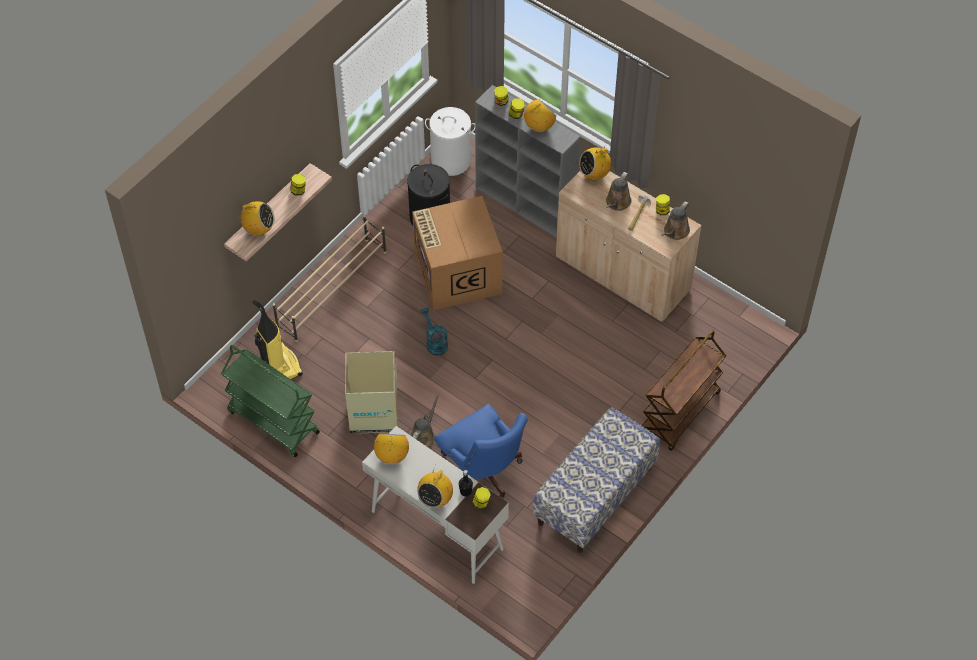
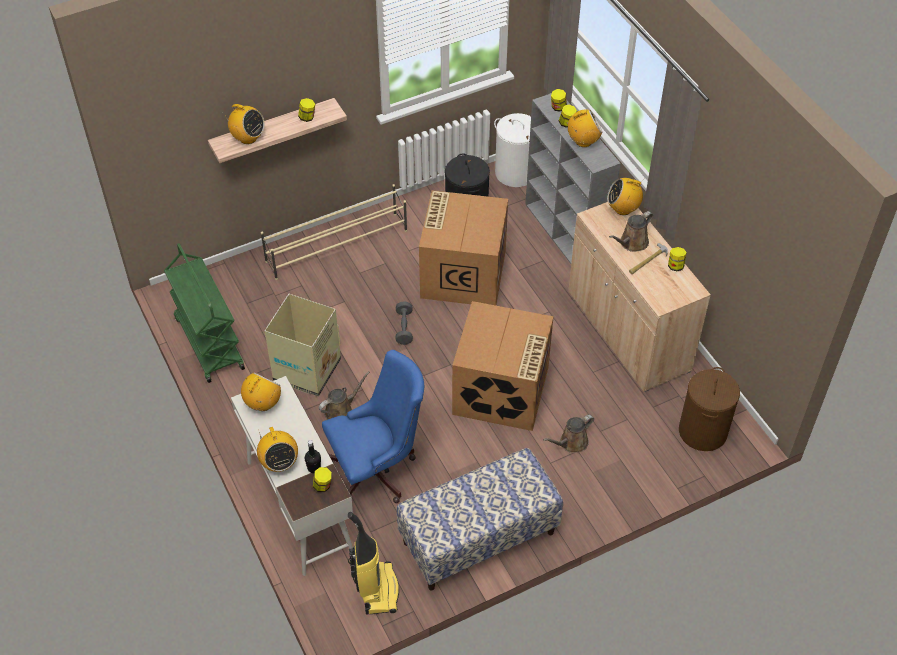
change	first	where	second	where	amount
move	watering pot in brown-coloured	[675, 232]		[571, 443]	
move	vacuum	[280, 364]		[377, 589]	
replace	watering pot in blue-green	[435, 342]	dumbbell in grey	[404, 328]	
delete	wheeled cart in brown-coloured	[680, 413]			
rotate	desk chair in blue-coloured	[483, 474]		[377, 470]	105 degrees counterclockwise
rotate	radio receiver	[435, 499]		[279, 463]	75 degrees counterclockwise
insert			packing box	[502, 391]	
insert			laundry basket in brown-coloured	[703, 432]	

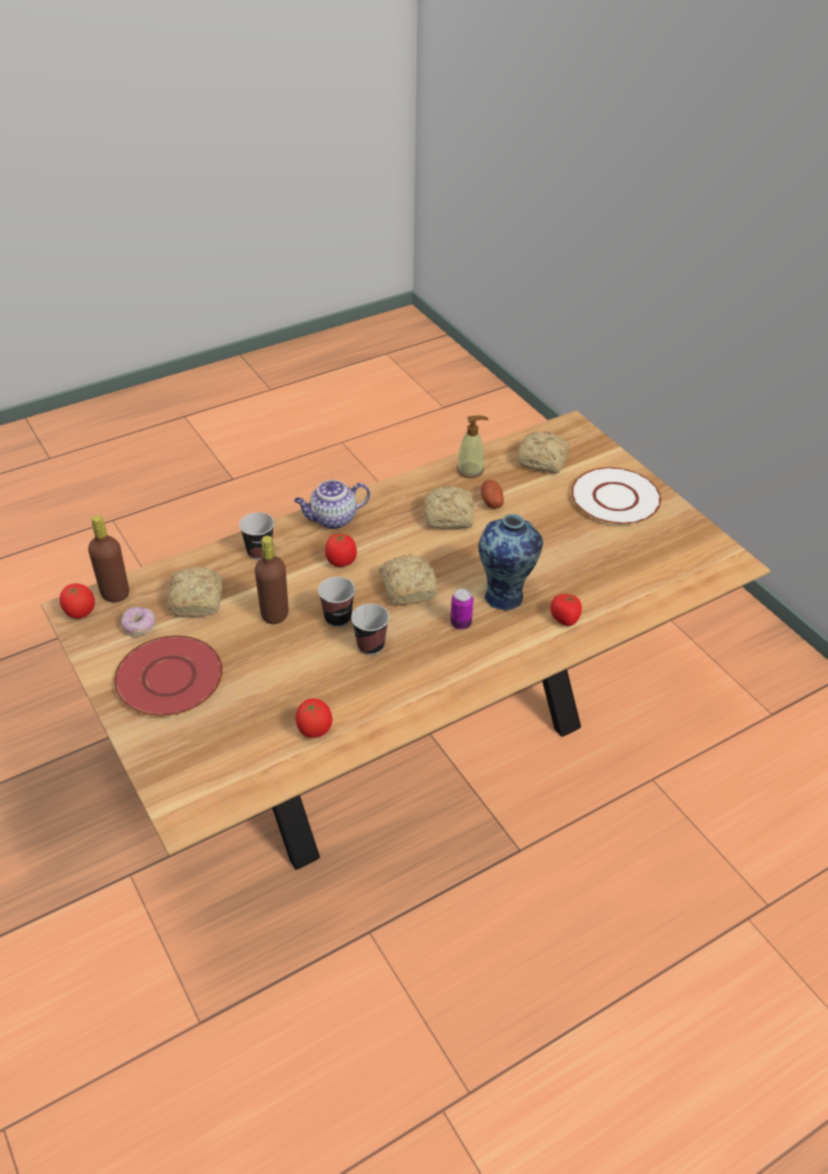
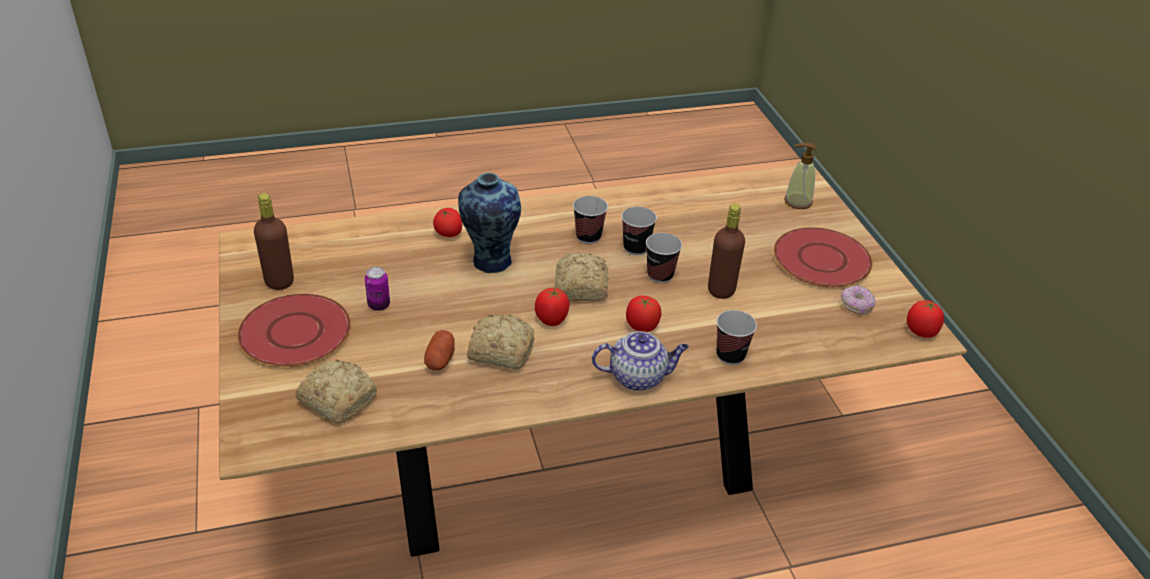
change	first	where	second	where	amount
move	soap dispenser	[470, 470]		[797, 202]	
recolor	dinner plate in white	[615, 498]	dinner plate in red-coloured	[294, 332]	
move	drink bottle in brown-coloured	[115, 594]		[279, 281]	
delete	bakery bread	[197, 599]			
move	can	[460, 623]		[379, 305]	
move	fresh tomato	[314, 729]		[551, 320]	
insert			drinking cup	[588, 237]	

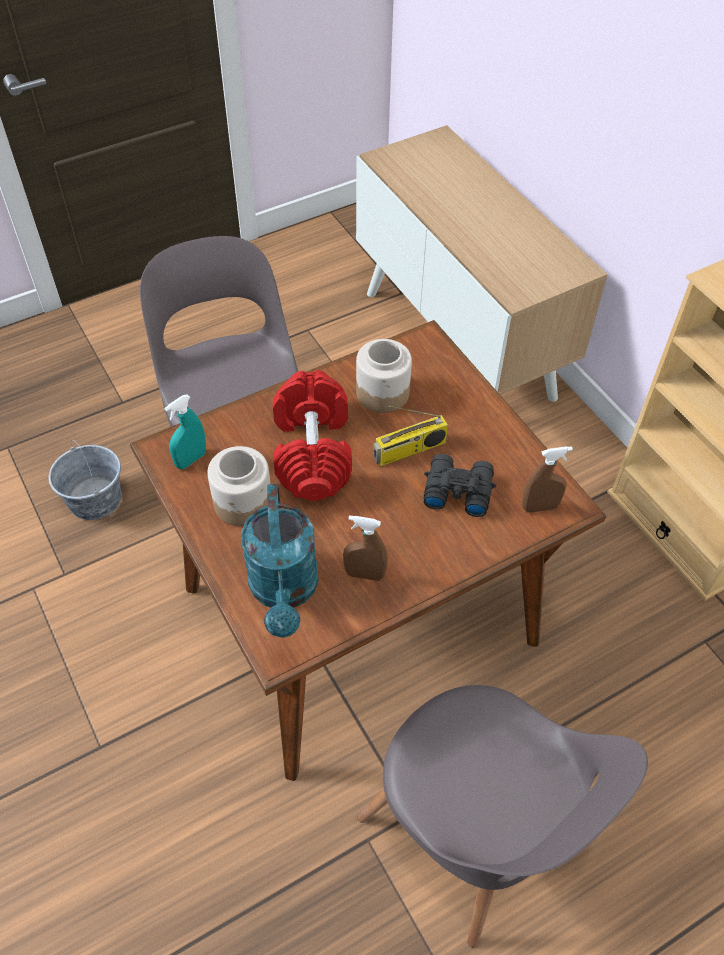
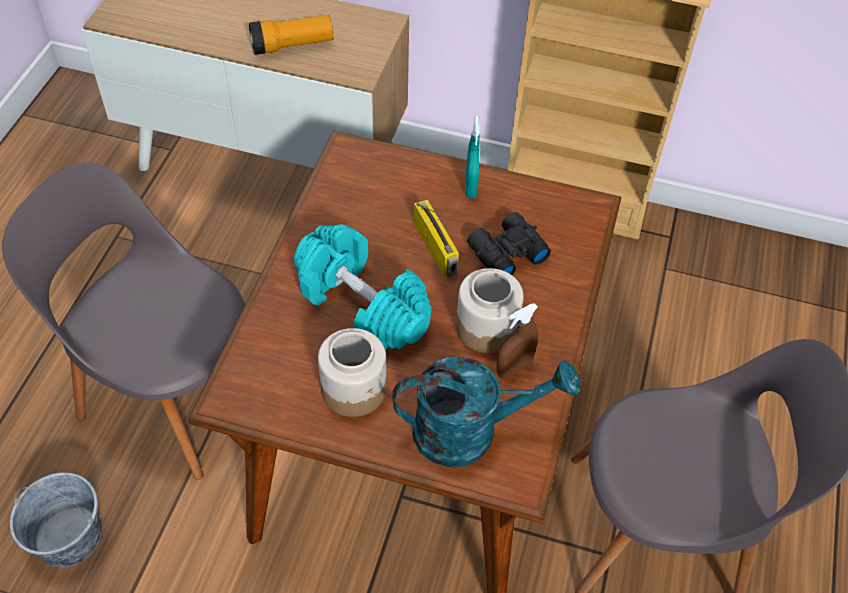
change	first	where	second	where	amount
move	storage jar	[383, 393]		[486, 327]	
recolor	dumbbell in red-coloured	[312, 451]	dumbbell in blue-green	[361, 305]	
move	sprayer in blue-green	[191, 459]		[471, 187]	
rotate	radio receiver	[409, 451]		[436, 248]	45 degrees counterclockwise
delete	sprayer in brown-coloured	[540, 507]			
rotate	watering pot in blue-green	[284, 591]		[470, 431]	45 degrees counterclockwise
insert			torch	[292, 45]	

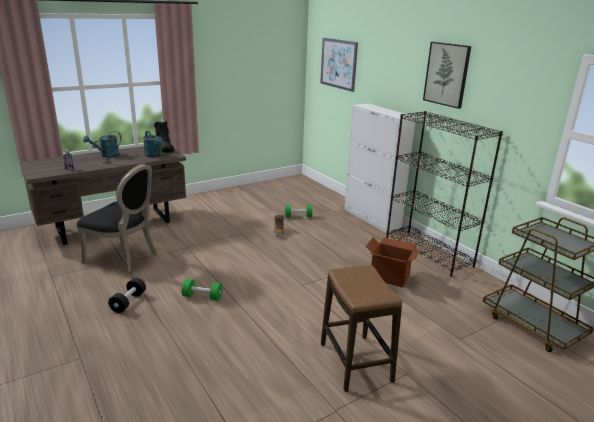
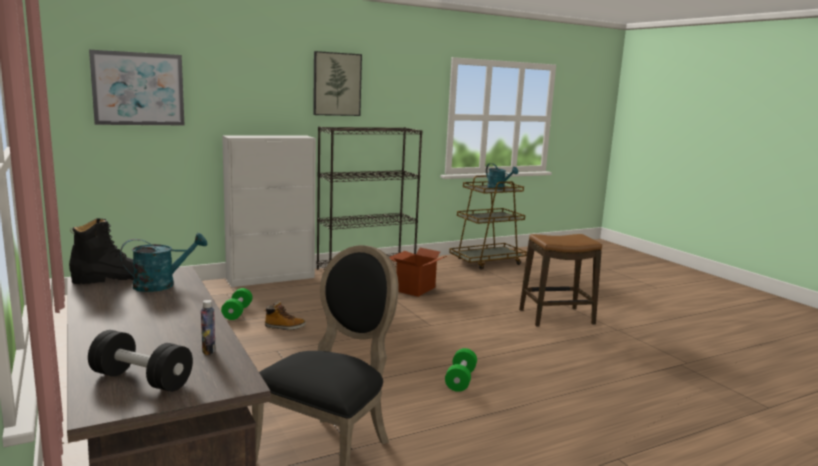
change	first	where	second	where	amount
move	watering pot in blue-green	[107, 155]		[498, 188]	
move	dumbbell in black	[128, 302]		[141, 380]	

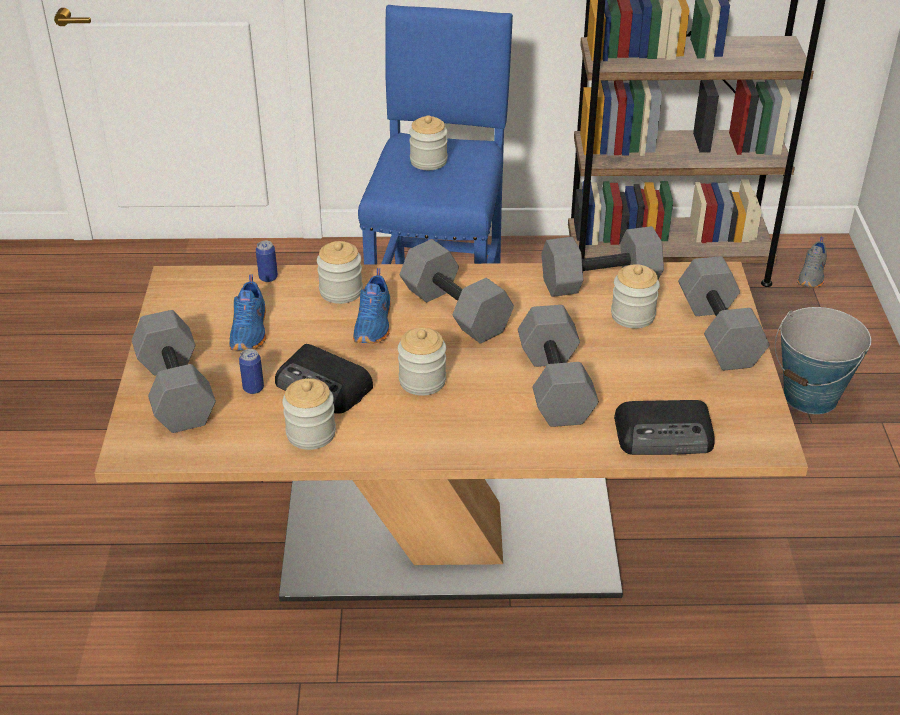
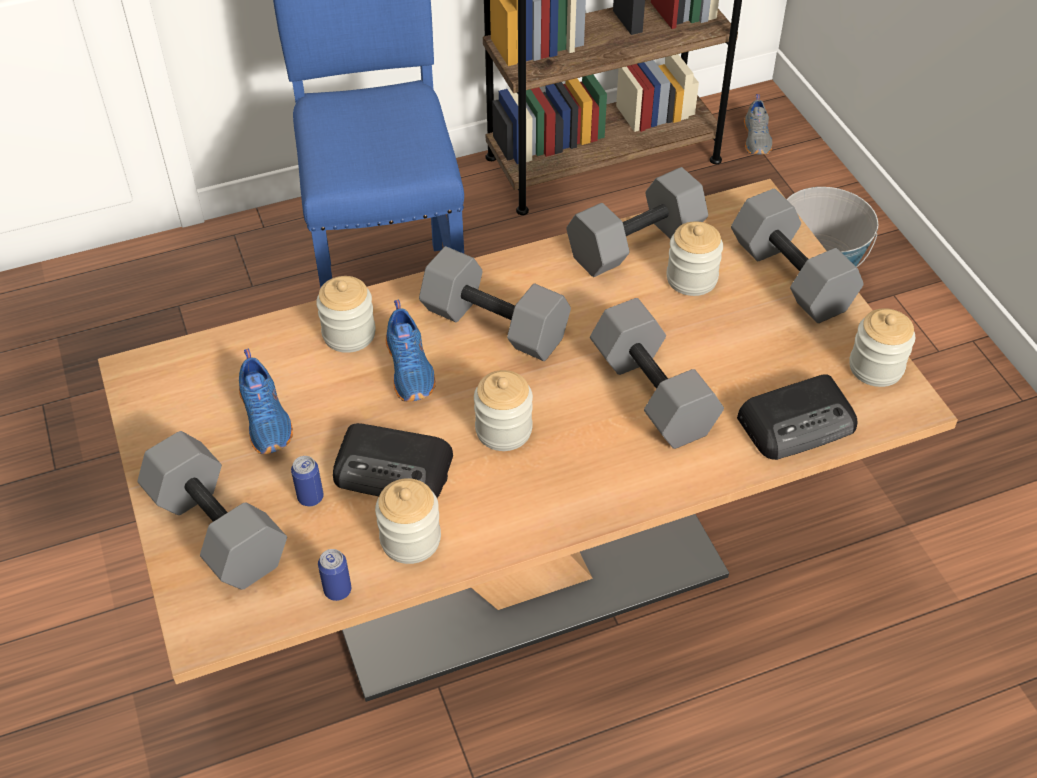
change	first	where	second	where	amount
move	storage jar	[428, 161]		[876, 367]	
move	can	[268, 277]		[337, 590]	

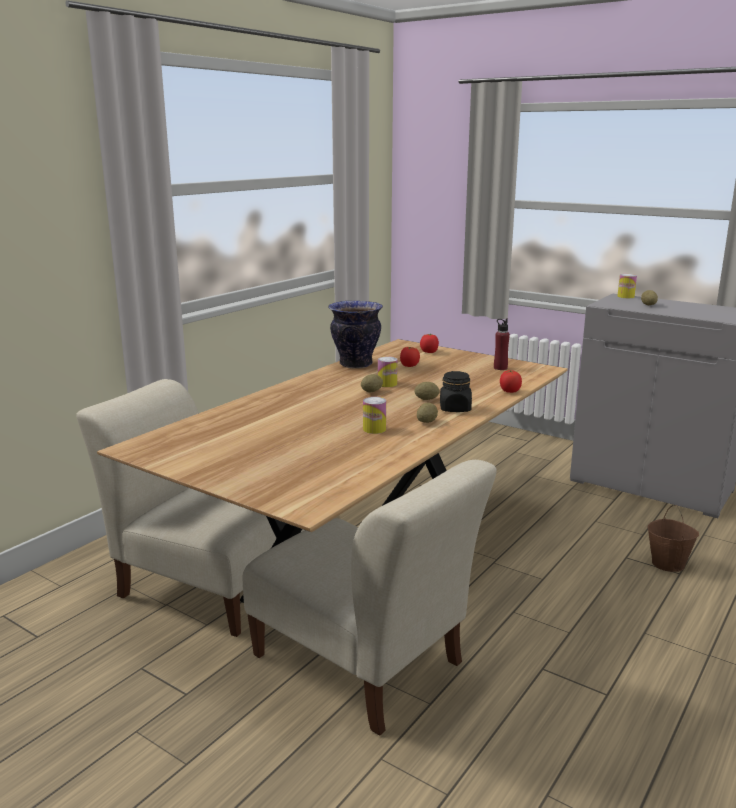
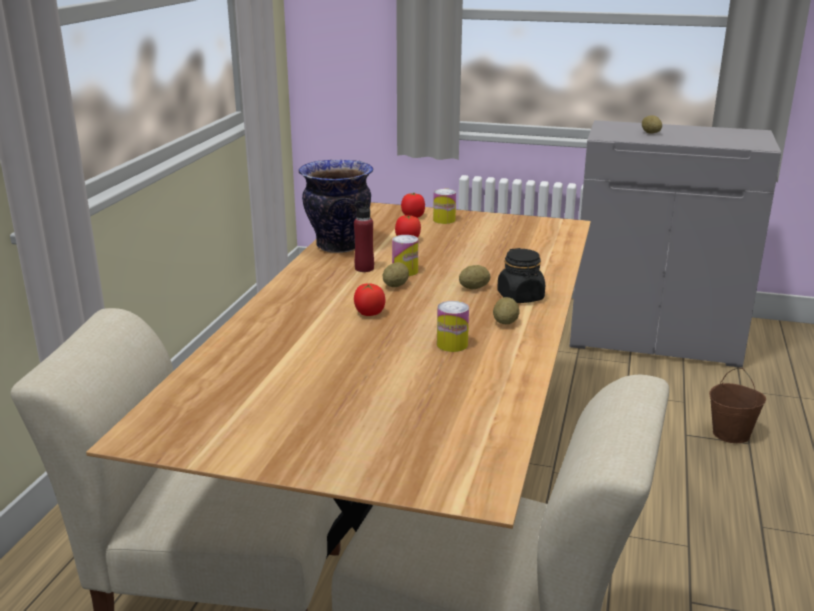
change	first	where	second	where	amount
move	can	[625, 296]		[444, 220]	
move	drink bottle in red-coloured	[500, 368]		[364, 268]	
move	fresh tomato	[509, 391]		[369, 313]	

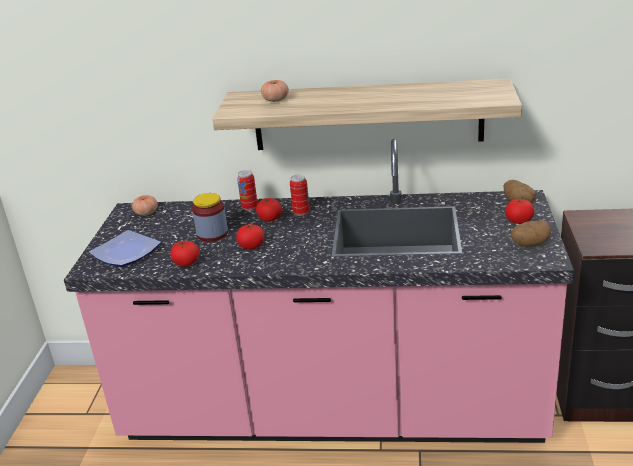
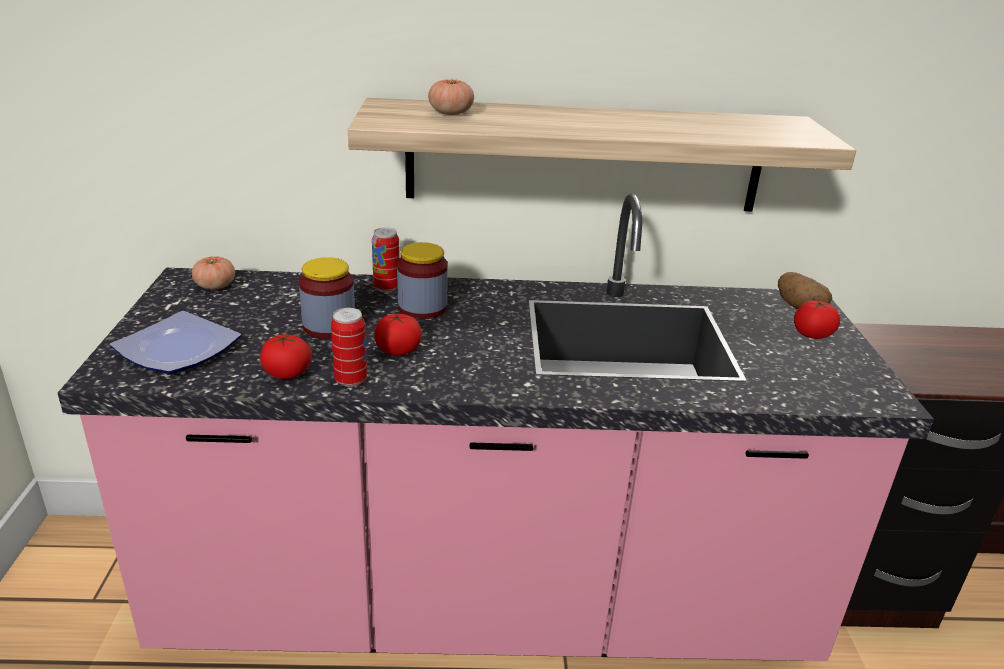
change	first	where	second	where	amount
move	can	[301, 212]		[351, 380]	
replace	fresh tomato	[270, 219]	storage jar	[422, 308]	
delete	potato	[529, 244]			

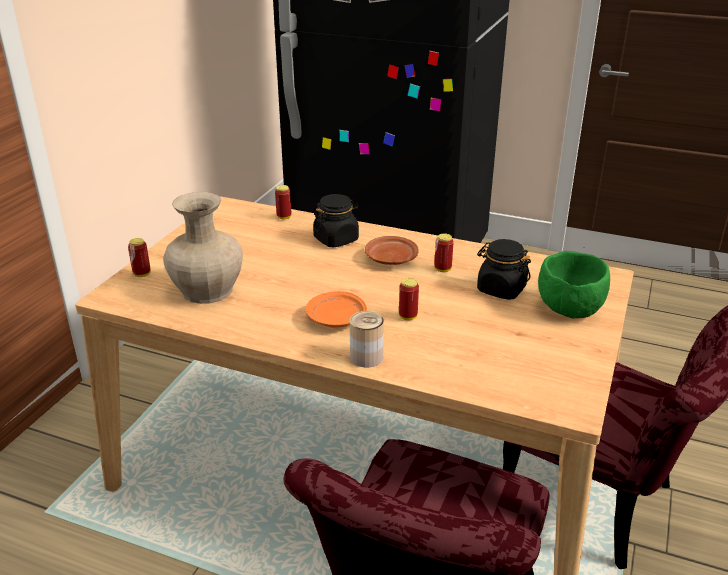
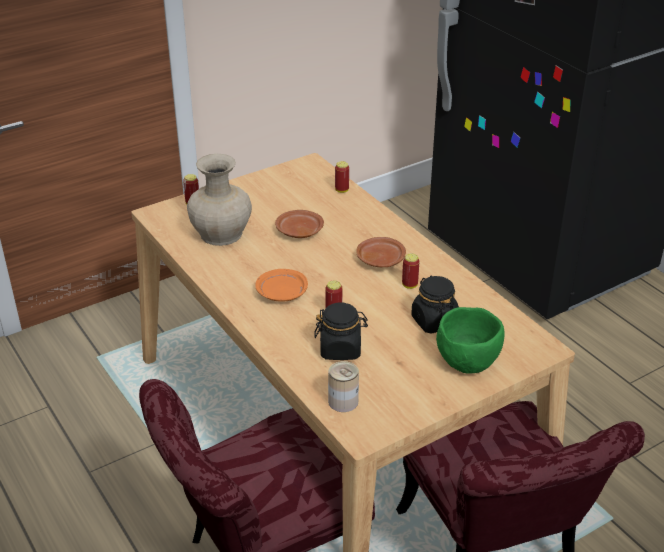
change	first	where	second	where	amount
move	storage jar in black	[336, 239]		[340, 349]	
move	can	[366, 357]		[343, 401]	
insert			dinner plate in brown-coloured	[299, 231]	

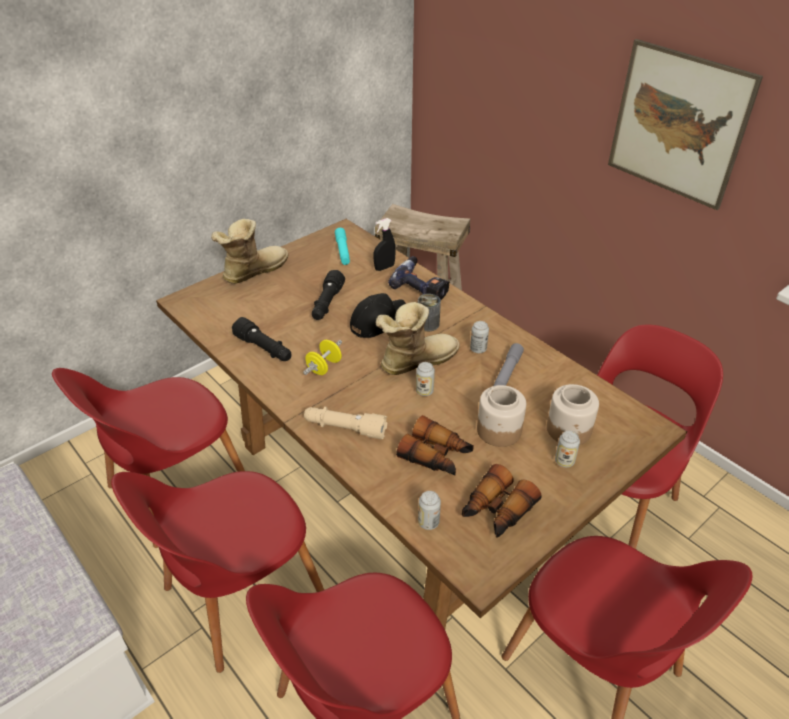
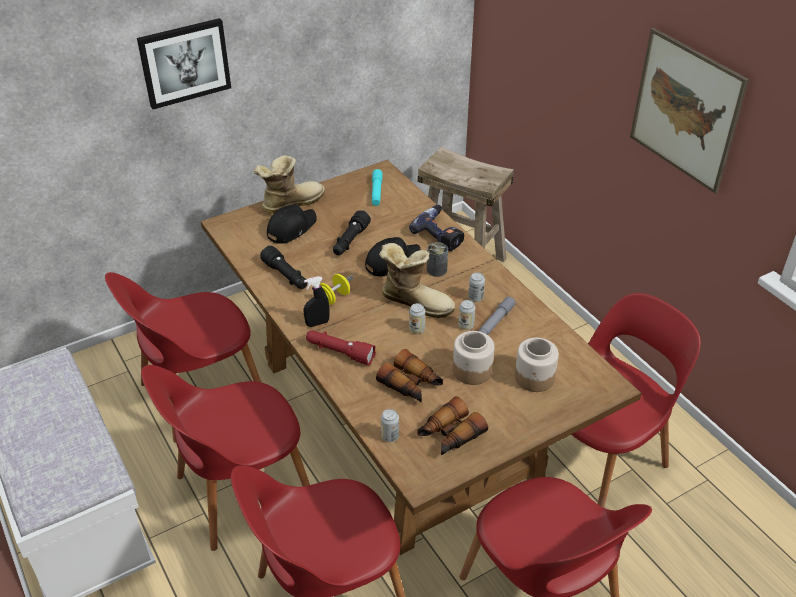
change	first	where	second	where	amount
move	sprayer in black	[384, 267]		[317, 323]	
rotate	tall boot	[415, 360]		[416, 301]	45 degrees clockwise
recolor	torch in beige-coloured	[345, 428]	torch in red-coloured	[339, 352]	
move	can	[564, 461]		[466, 326]	
insert			picture	[184, 62]	
insert			peaked cap in black	[291, 228]	

